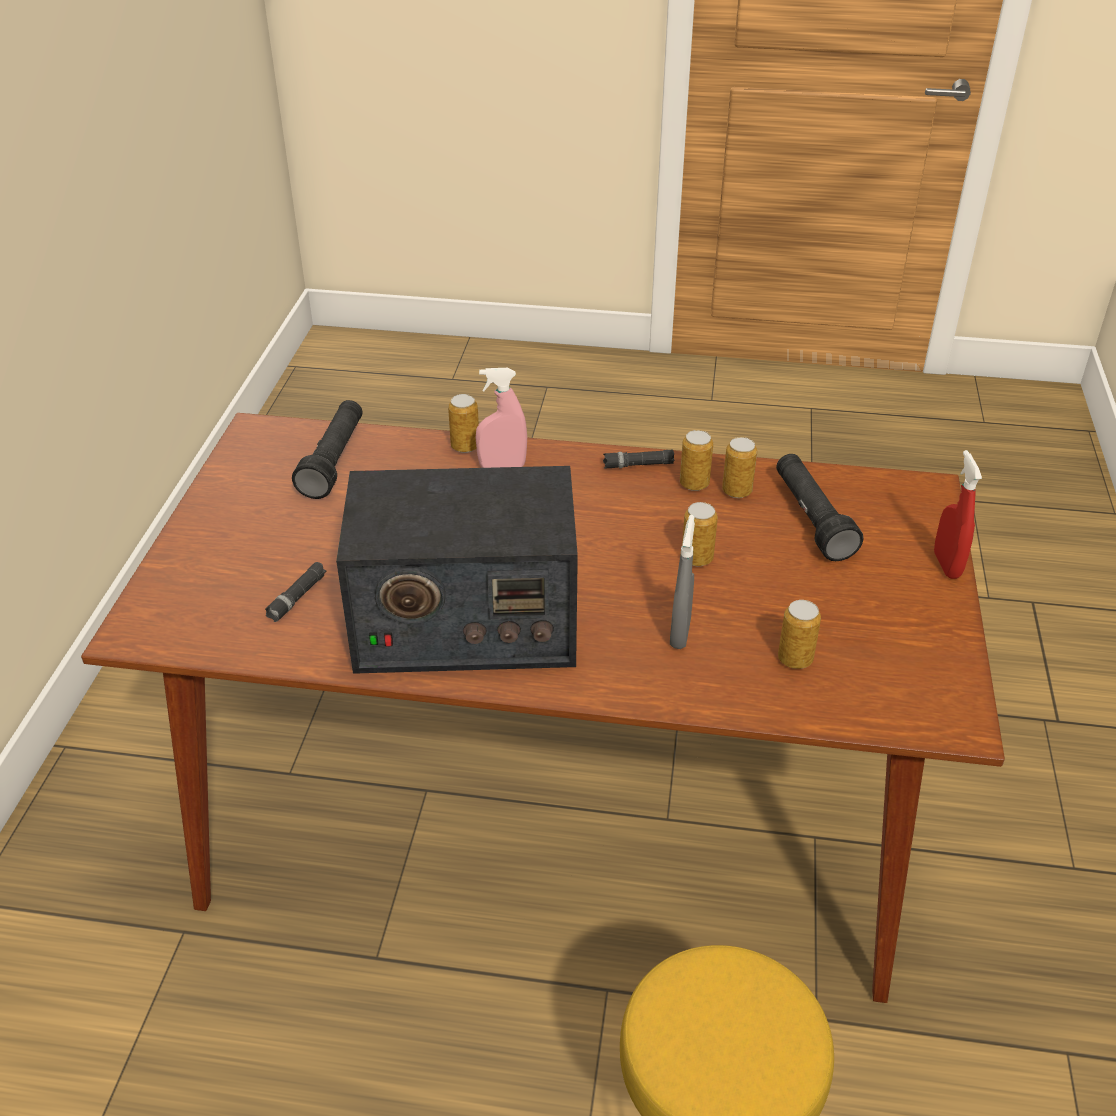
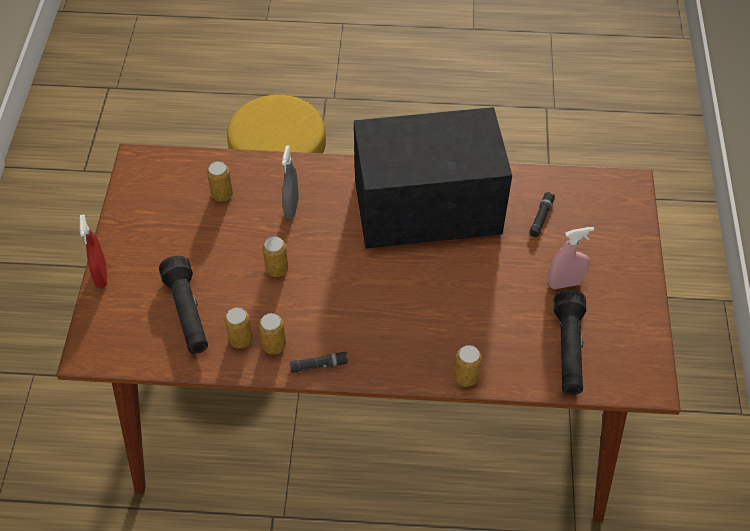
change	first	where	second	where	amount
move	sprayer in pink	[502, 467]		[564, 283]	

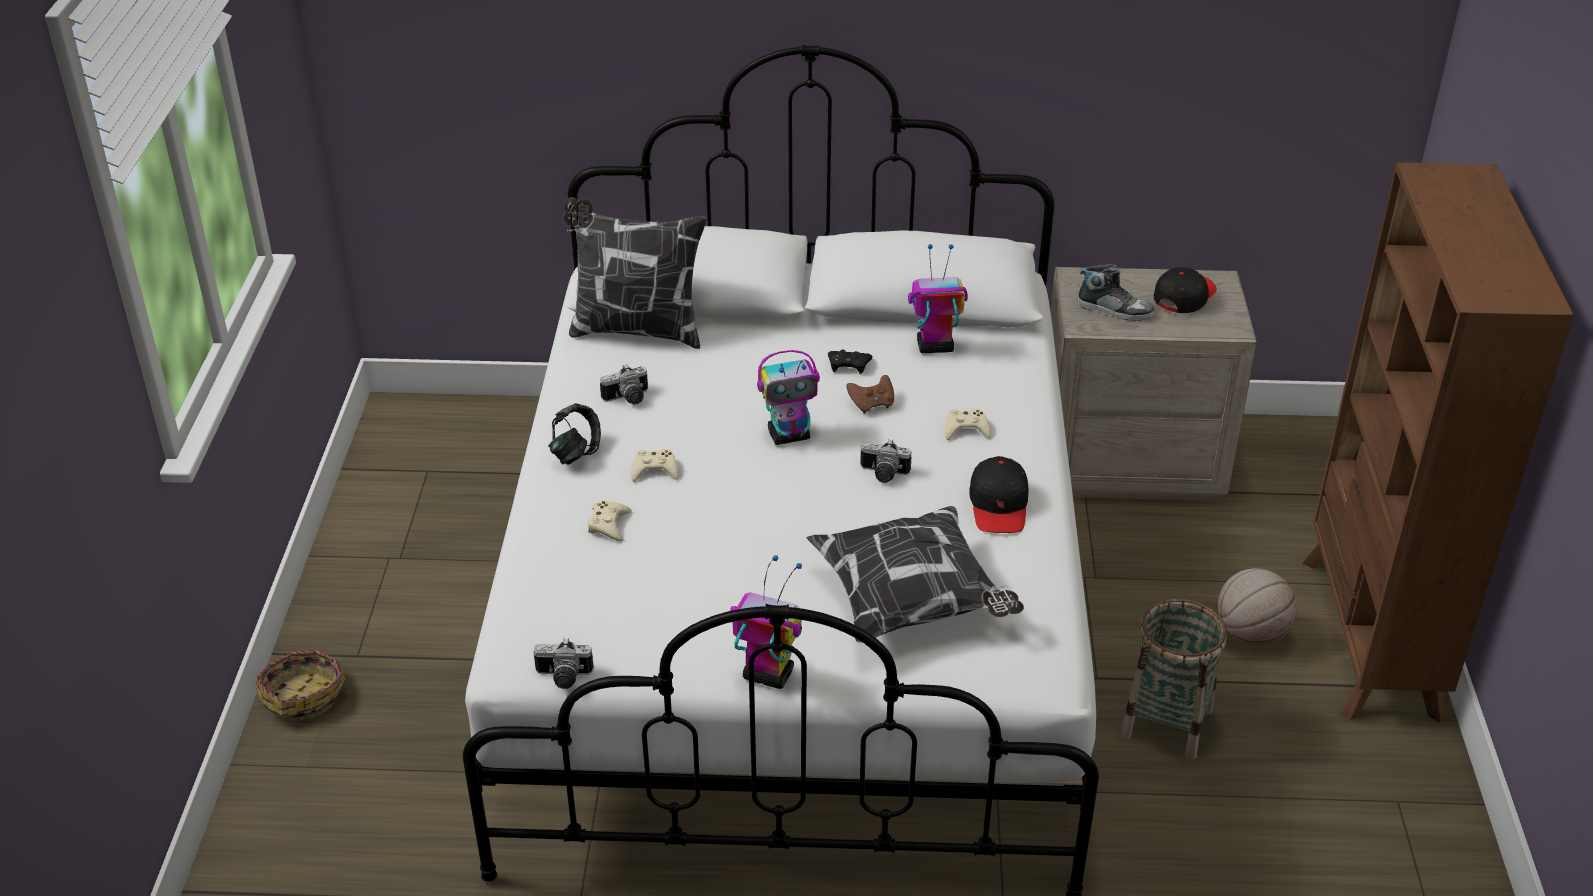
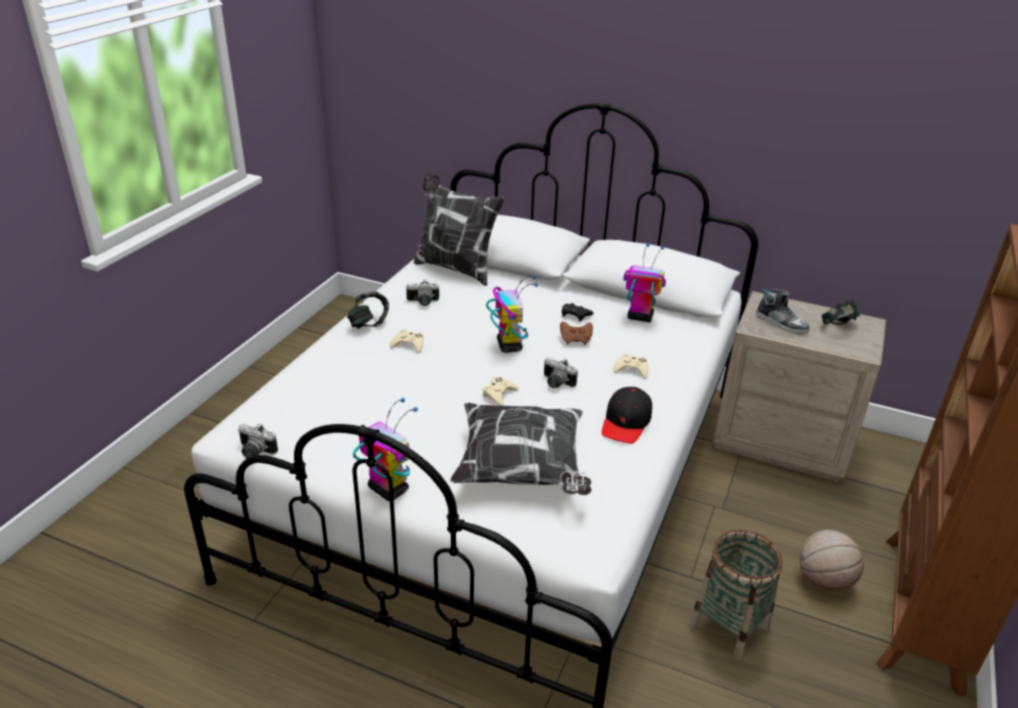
change	first	where	second	where	amount
replace	peaked cap in black	[1184, 296]	pair of headphones	[837, 326]	
rotate	robot figure	[789, 435]		[509, 345]	105 degrees counterclockwise
move	game controller in beige-coloured	[609, 525]		[499, 394]	
delete	basket	[304, 695]			

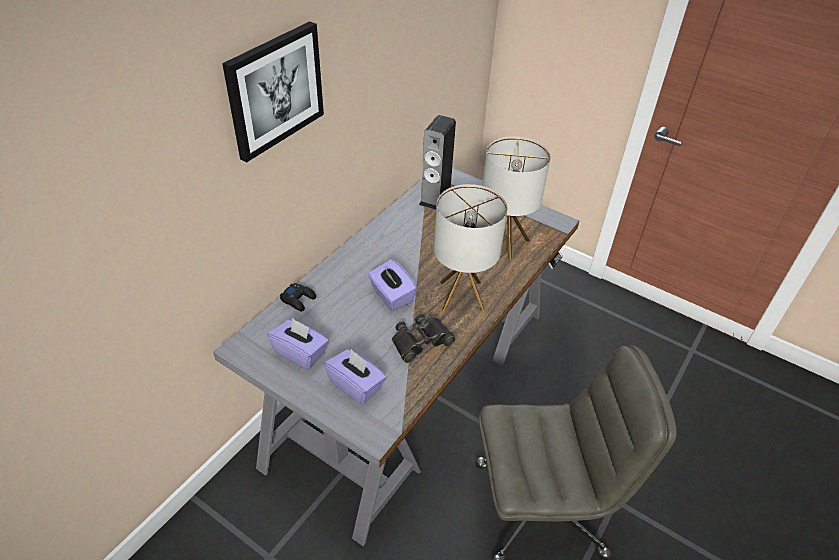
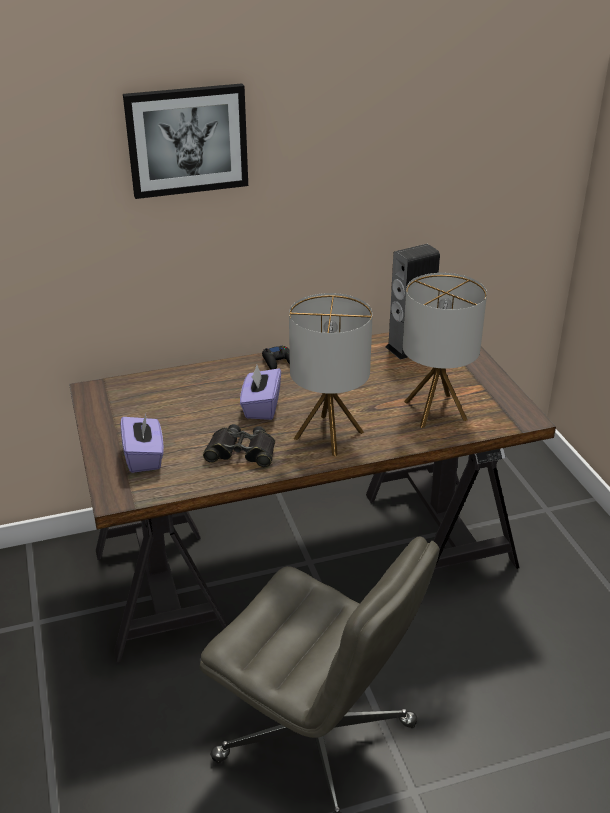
change	first	where	second	where	amount
recolor	desk in grey	[411, 384]	desk in brown-coloured	[304, 557]	
move	game controller in black	[298, 299]		[279, 361]	
delete	tissue box in purplish	[300, 353]			

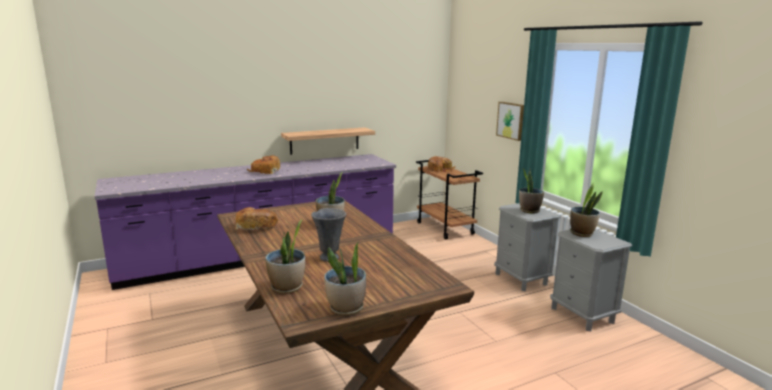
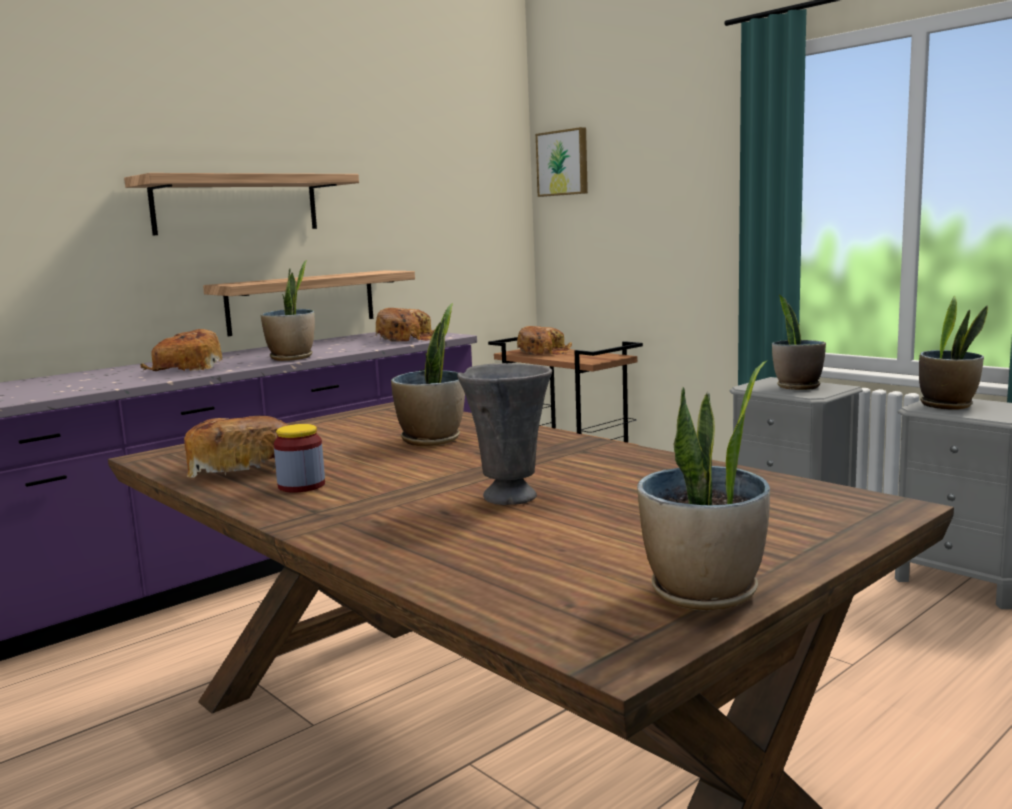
change	first	where	second	where	amount
move	picture	[511, 120]		[563, 163]	
move	houseplant	[287, 287]		[292, 358]	
insert			wall shelf	[236, 204]	
insert			bakery bread	[407, 339]	
insert			storage jar	[301, 485]	

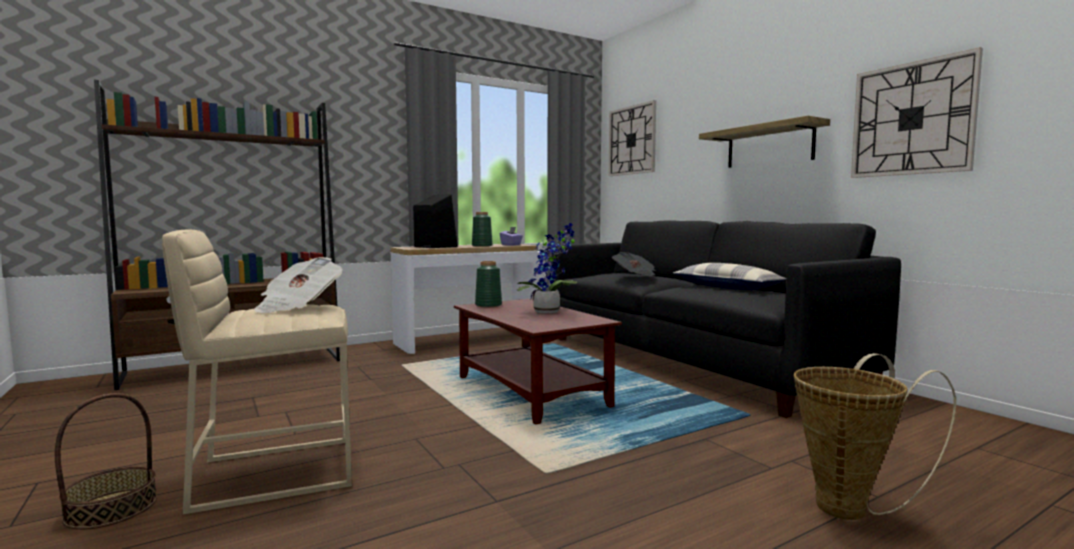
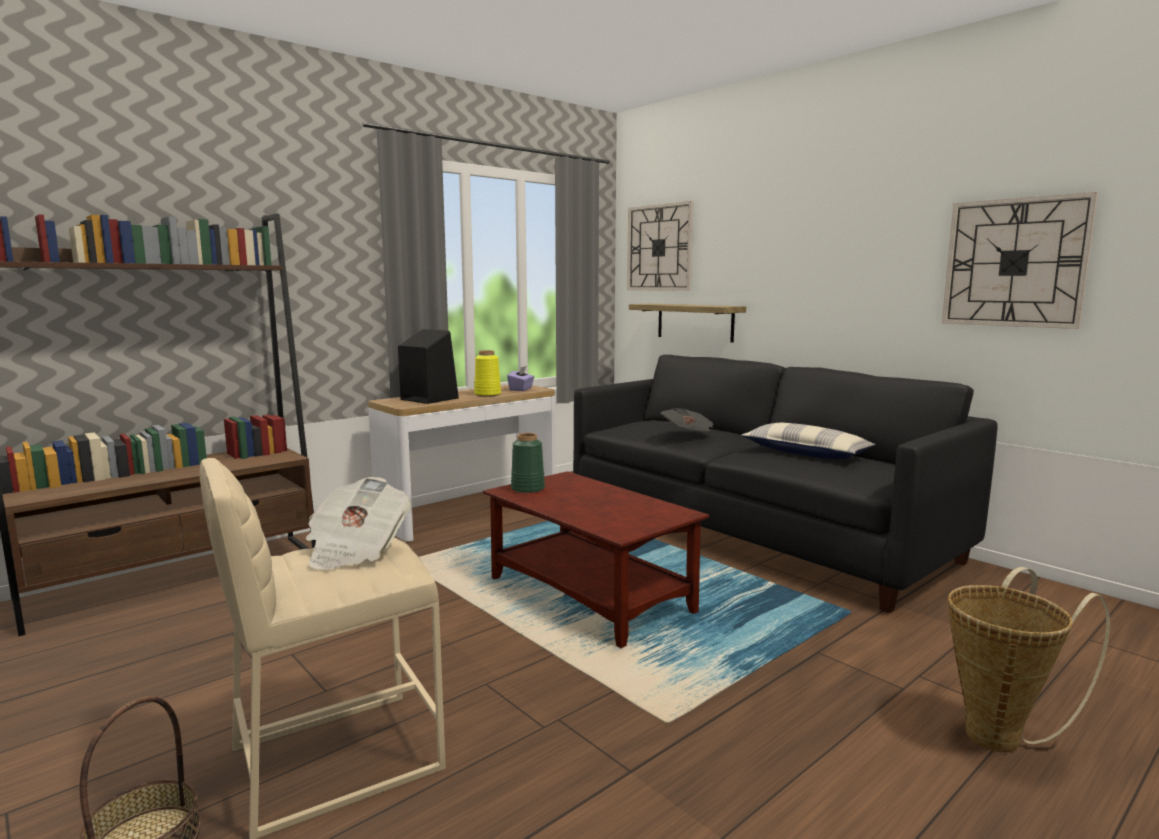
change	first	where	second	where	amount
move	wall shelf	[769, 146]		[695, 322]	
recolor	flower vase in green-coloured	[481, 246]	flower vase in yellow	[487, 394]	
delete	houseplant	[550, 312]			

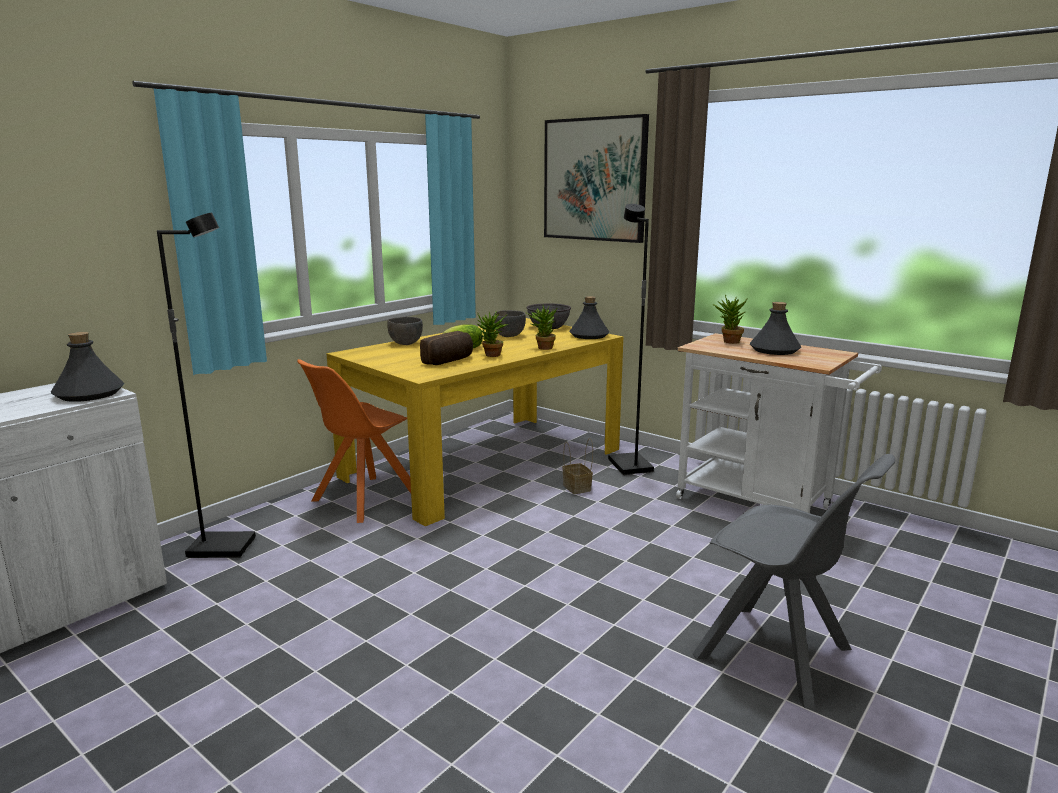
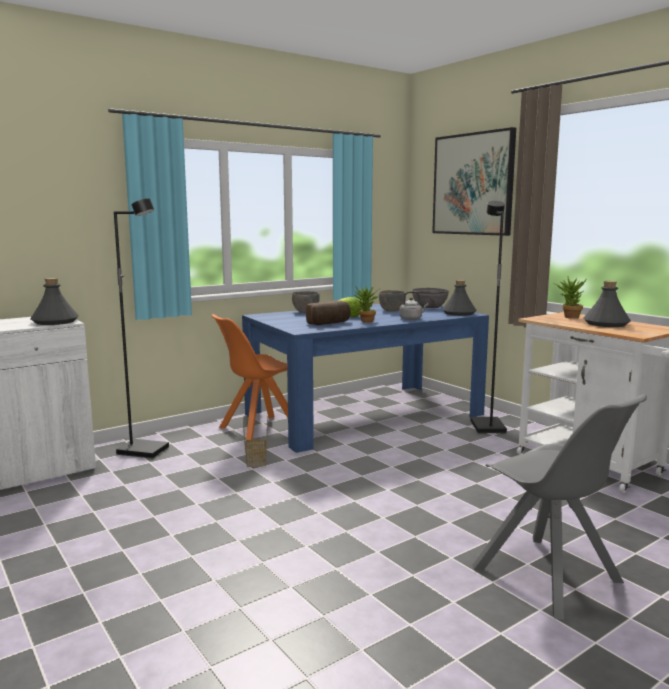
change	first	where	second	where	amount
replace	houseplant	[542, 348]	tea kettle in grey	[412, 319]	
recolor	dining table in yellow	[484, 463]	dining table in blue-coloured	[364, 414]	
move	basket	[578, 488]		[256, 462]	

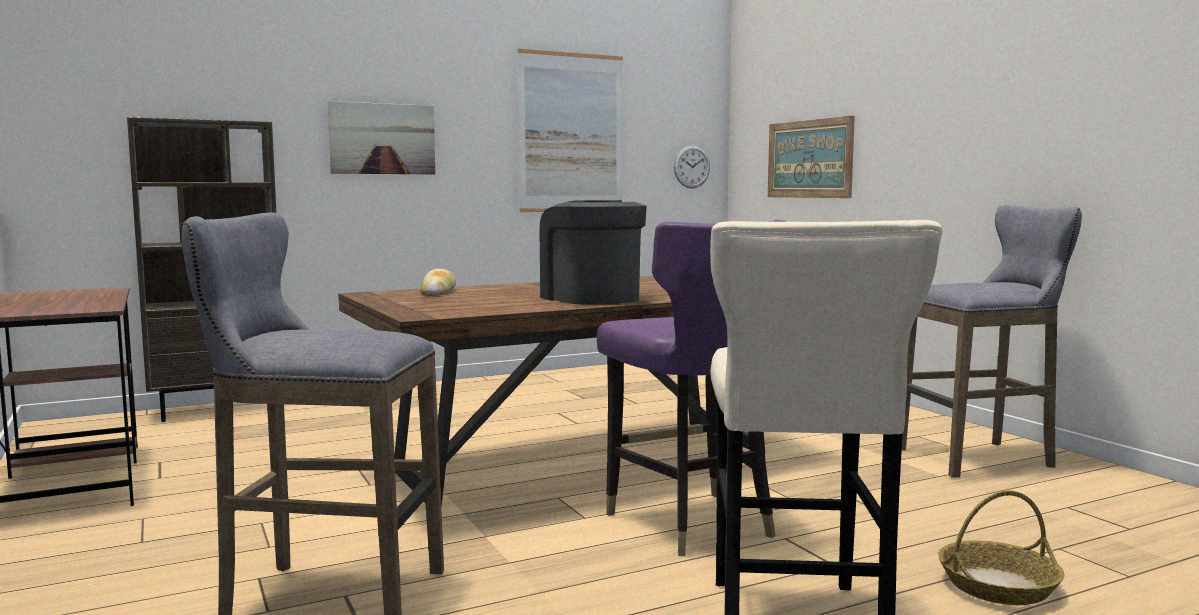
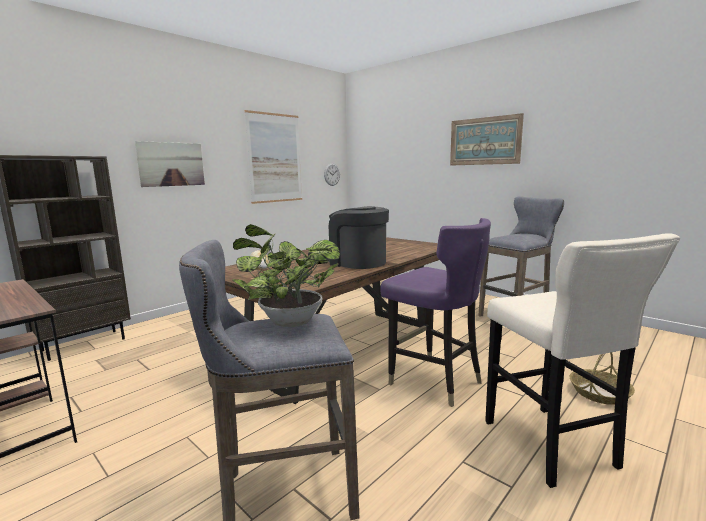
change	first	where	second	where	amount
move	picture	[809, 159]		[484, 141]	
insert			houseplant	[287, 321]	

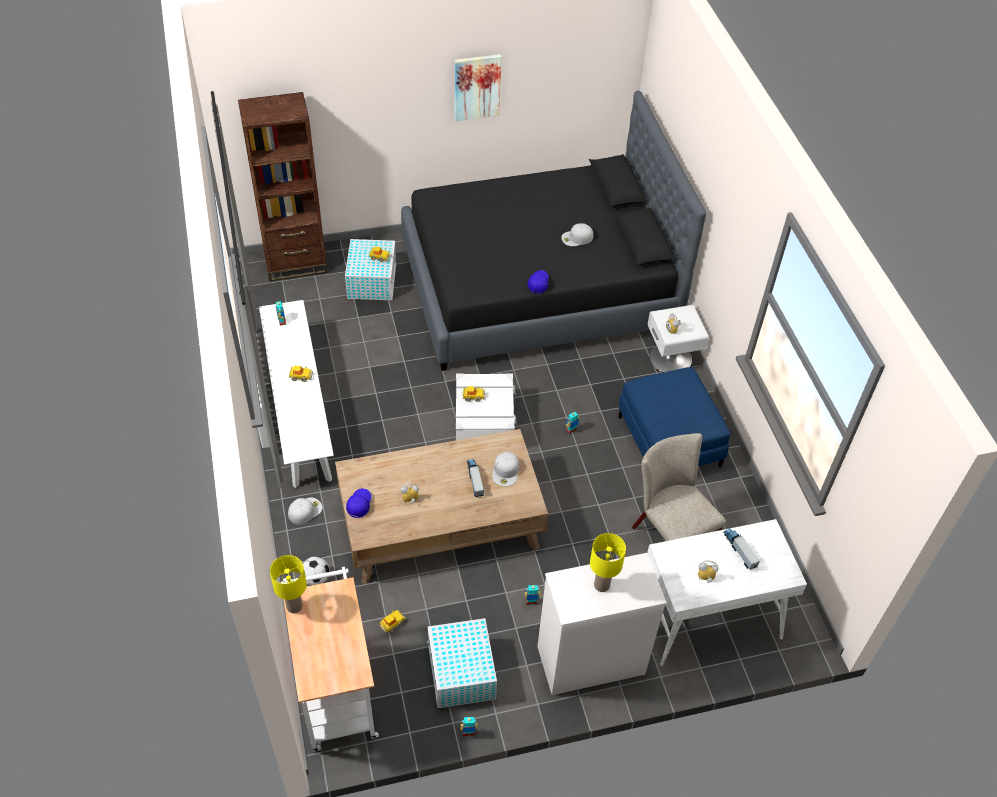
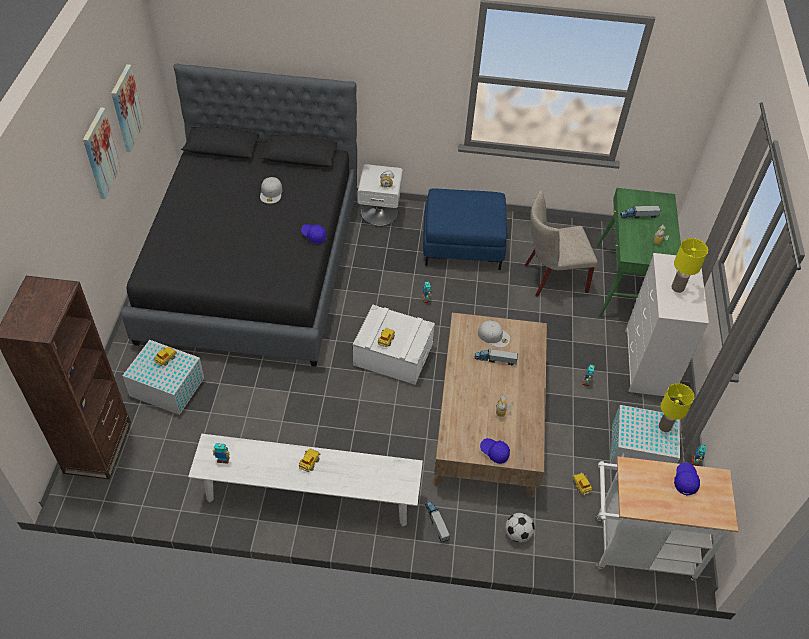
change	first	where	second	where	amount
replace	peaked cap in white	[305, 510]	model truck	[436, 523]	
recolor	desk in white	[707, 618]	desk in green-coloured	[629, 283]	
move	lamp for a table in yellow	[294, 606]		[665, 427]	
insert			picture	[126, 108]	
insert			peaked cap in blue-coloured	[685, 481]	

